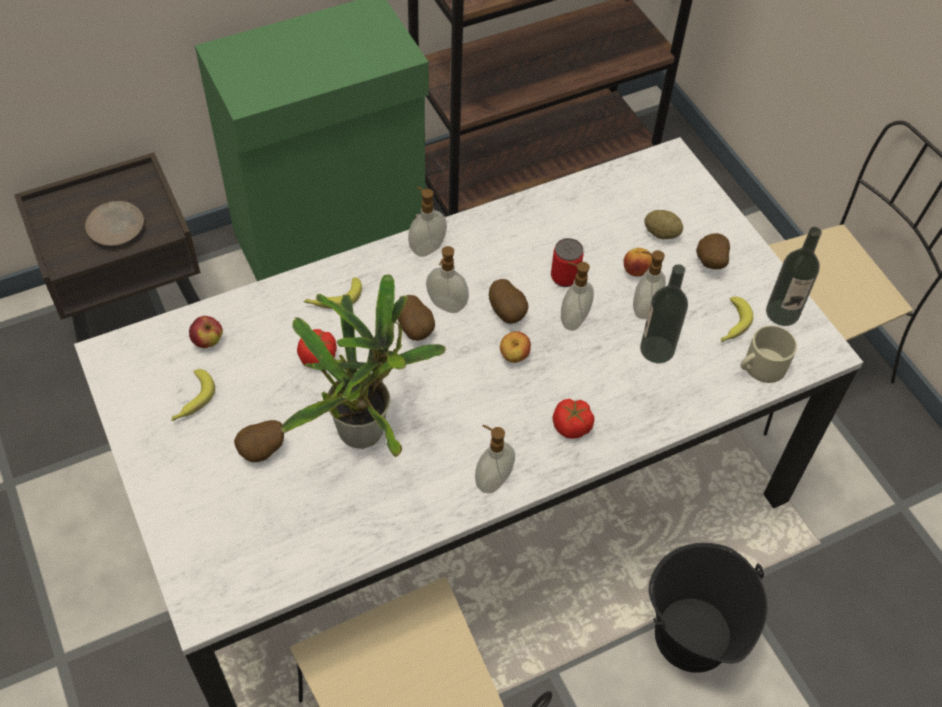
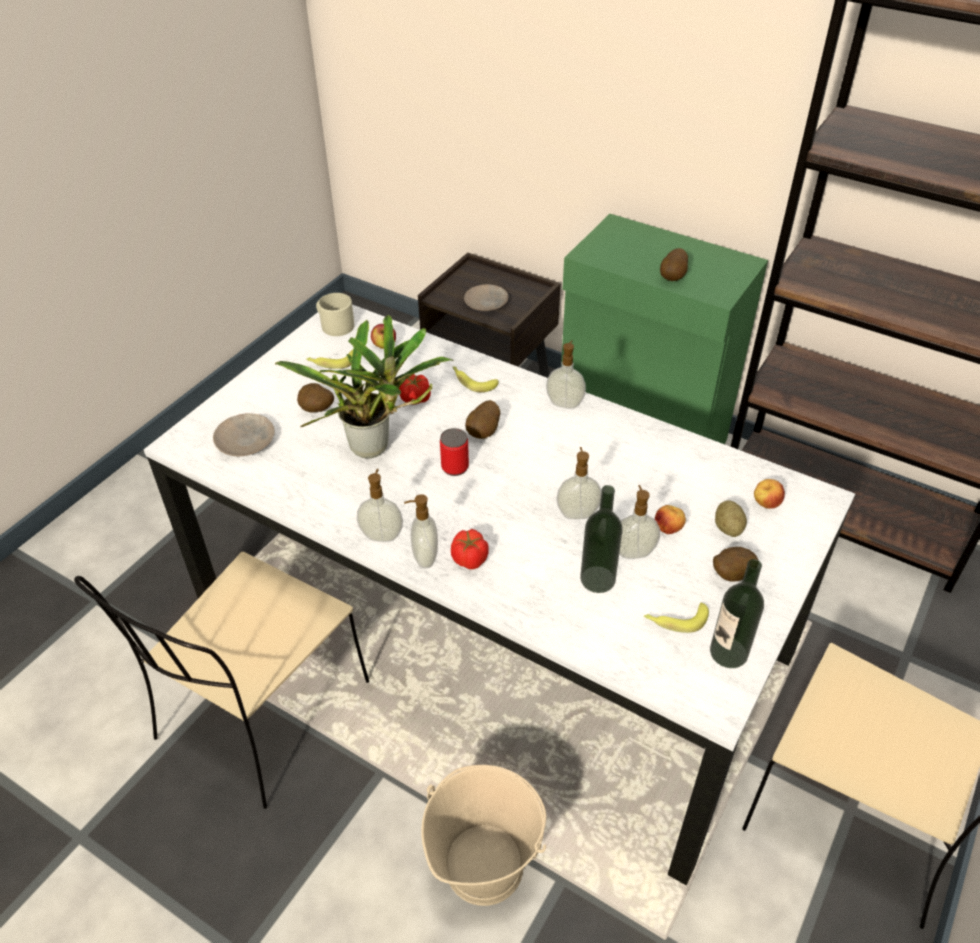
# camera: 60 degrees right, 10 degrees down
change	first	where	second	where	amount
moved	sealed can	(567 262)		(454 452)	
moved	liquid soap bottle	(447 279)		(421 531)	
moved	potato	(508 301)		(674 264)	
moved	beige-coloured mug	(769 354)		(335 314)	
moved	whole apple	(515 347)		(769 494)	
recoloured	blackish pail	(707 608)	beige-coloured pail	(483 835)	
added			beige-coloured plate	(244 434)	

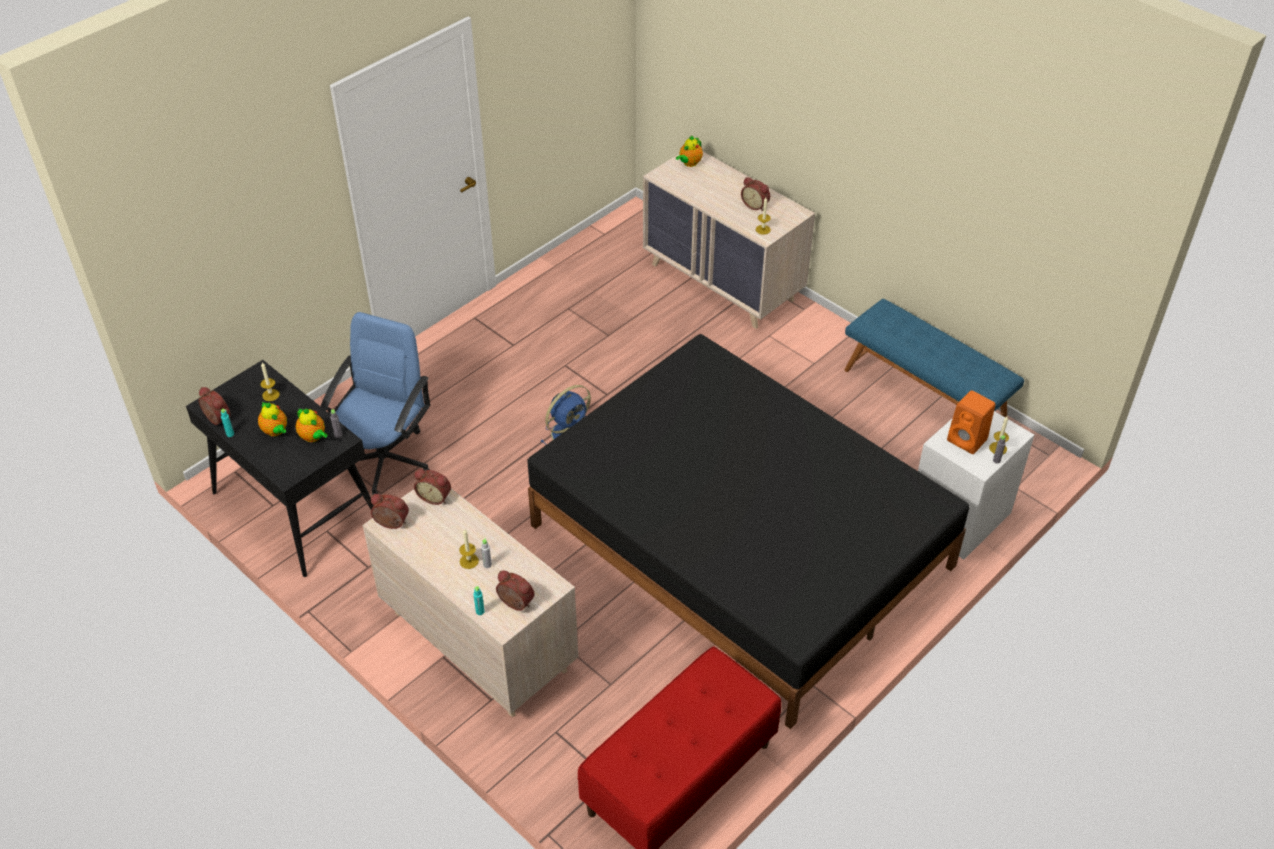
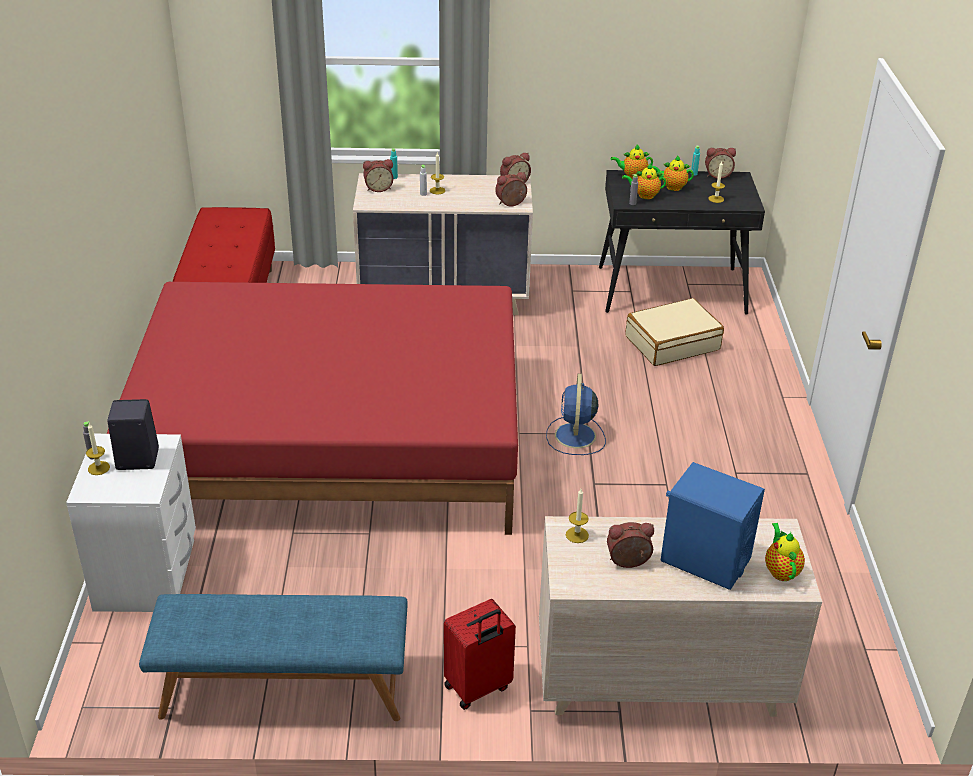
# camera: 135 degrees right, 10 degrees down
change	first	where	second	where	amount
replaced	bluish office chair	(375 403)	beige-coloured piece of luggage	(675 332)	
recoloured	blackish bedroom bed	(748 531)	red bedroom bed	(312 408)	
recoloured	orange loudspeaker	(971 422)	blackish loudspeaker	(133 434)	
added			tea pot	(632 162)	
added			bluish loudspeaker	(713 526)	
added			red piece of luggage	(480 654)	

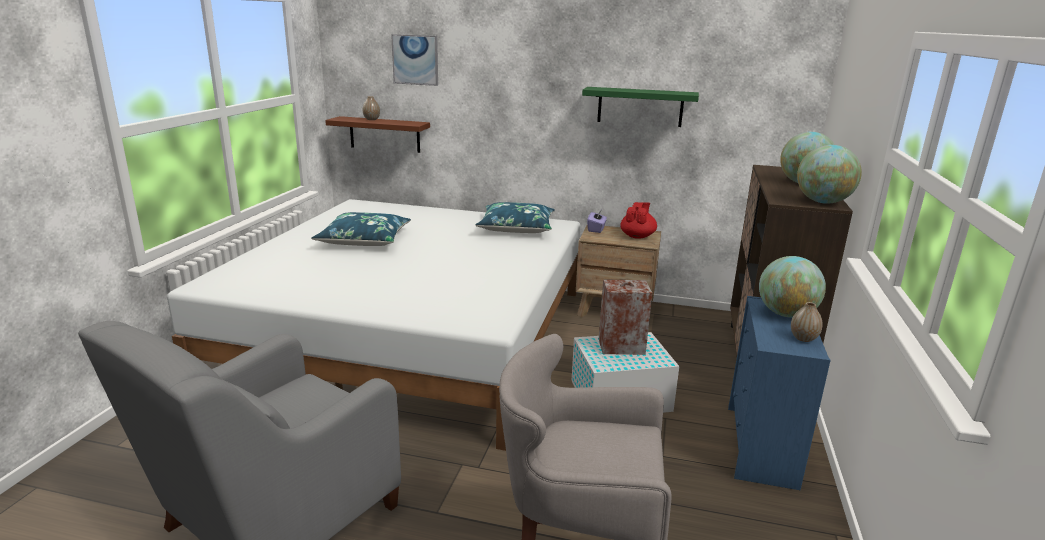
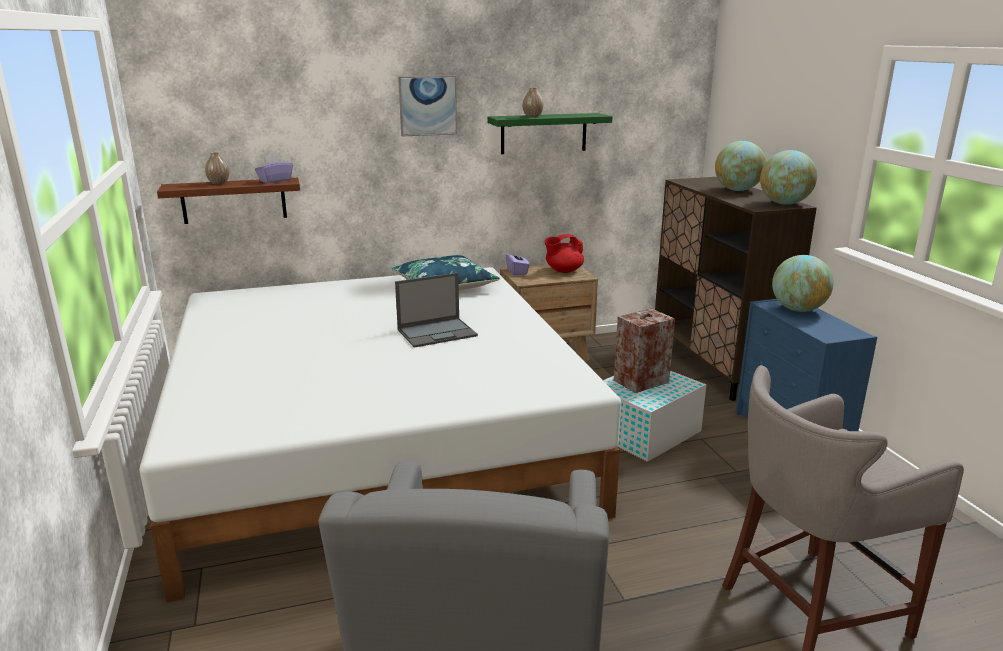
# camera: 30 degrees left, 0 degrees up
change	first	where	second	where	amount
moved	wall picture	(414 60)		(427 106)	
turned	red tea pot	(638 220)		(564 253)	105 degrees counterclockwise
removed	bluish cushion	(361 229)			
moved	flower vase	(807 322)		(532 102)	
added			purple tissue box	(274 168)	
added			portable computer	(436 310)	

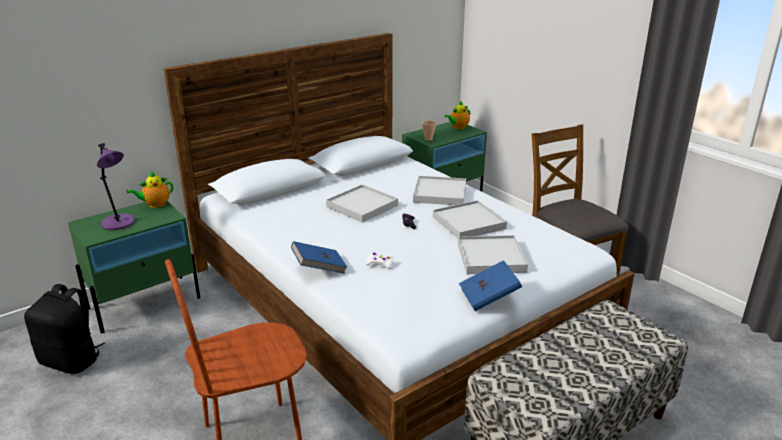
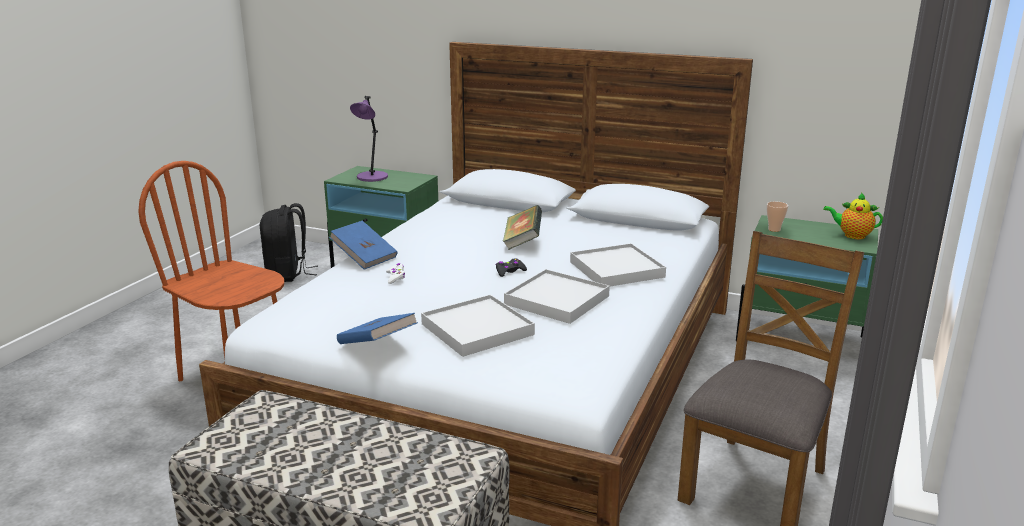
# camera: 60 degrees right, 5 degrees down
change	first	where	second	where	amount
removed	tea pot	(149 189)			
replaced	whitish tray	(362 203)	bound book	(522 227)	

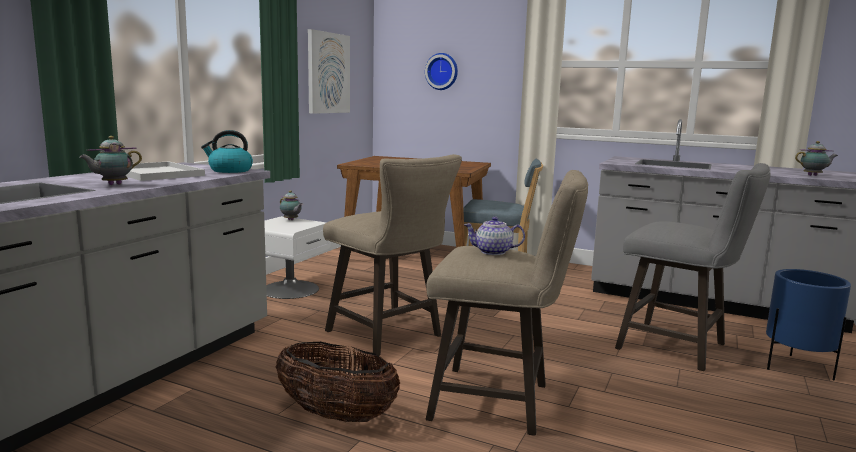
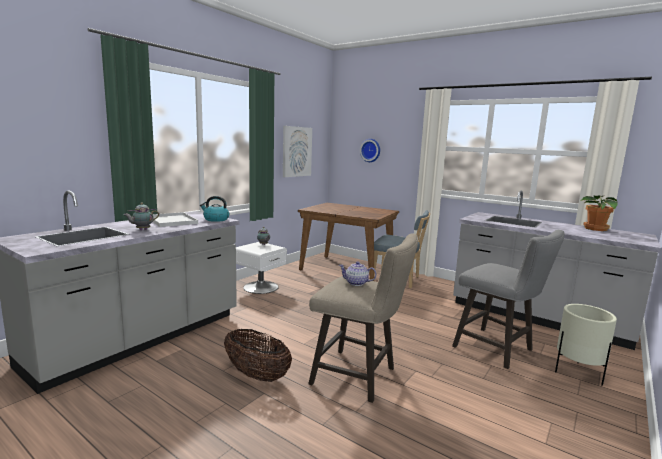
# camera: 10 degrees right, 0 degrees up
change	first	where	second	where	amount
removed	tea pot	(816 158)			
removed	beige-coloured stool	(392 255)			
recoloured	bluish flower pot	(808 324)	beige-coloured flower pot	(586 345)	
added			potted plant	(599 213)	

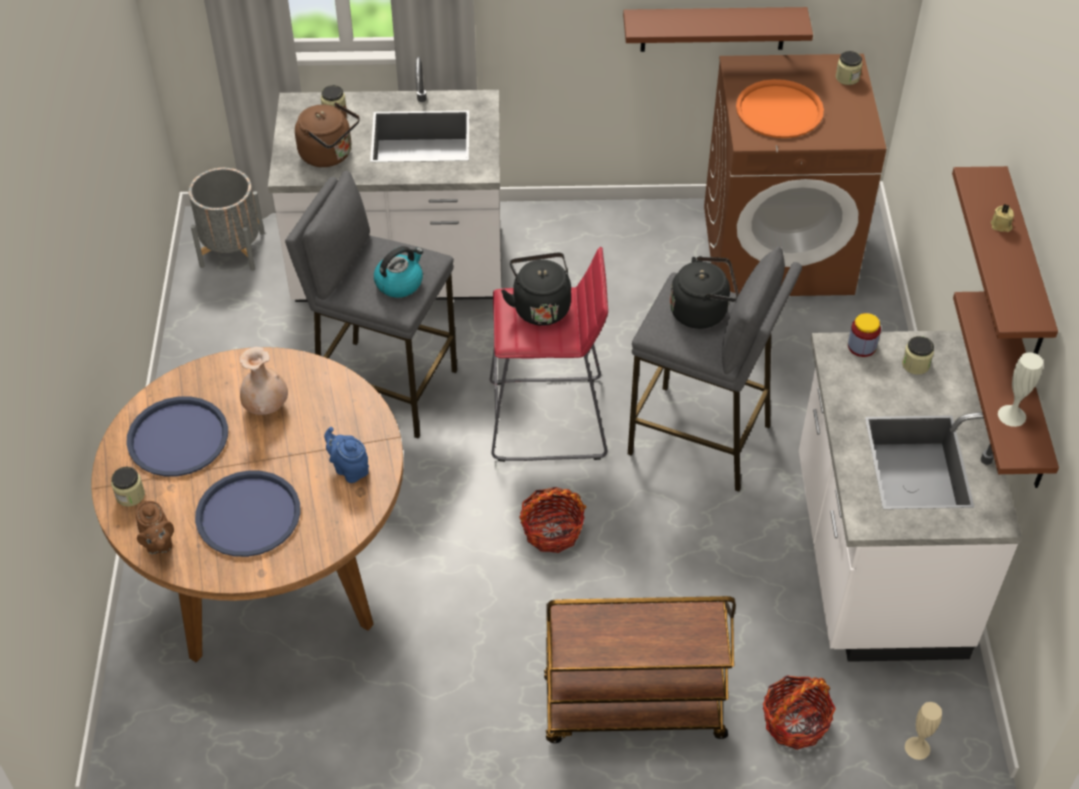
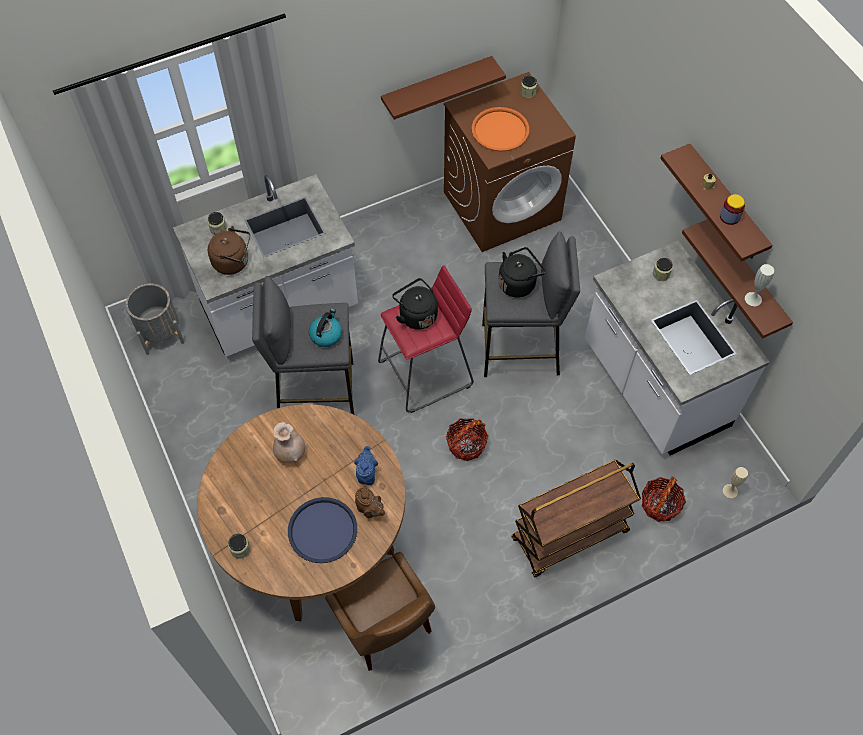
# camera: 25 degrees left, 10 degrees up
change	first	where	second	where	amount
moved	jar	(864 335)		(732 209)	
removed	bluish tray	(177 436)			
turned	bluish tea pot	(346 455)		(366 465)	75 degrees clockwise
moved	brownish tea pot	(155 527)		(370 502)	
added			brownish plain chair	(380 611)	

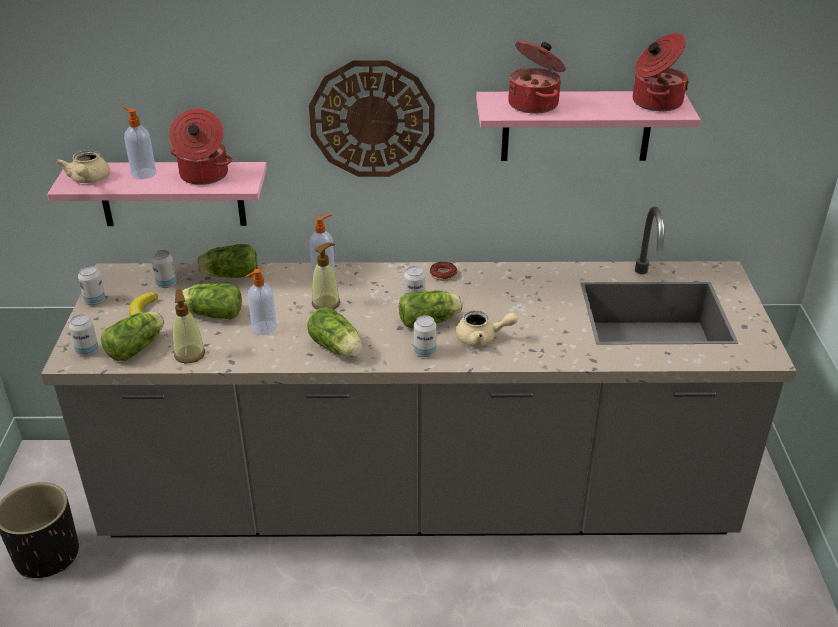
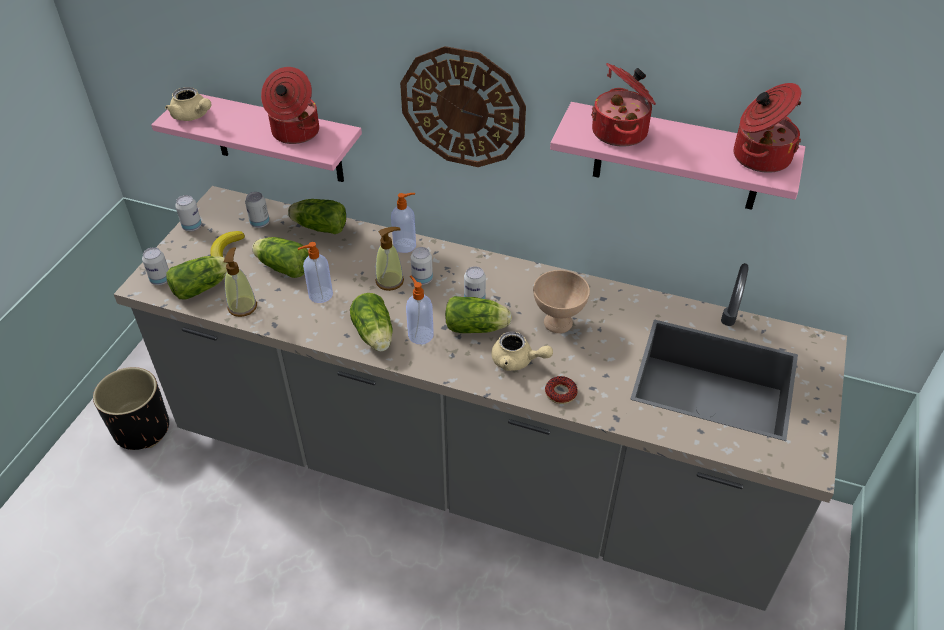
# camera: 20 degrees right, 10 degrees up
change	first	where	second	where	amount
moved	liquid soap bottle	(139 143)		(420 310)	
turned	beige-coloured tea pot	(83 166)		(188 104)	60 degrees counterclockwise
moved	doughnut	(443 271)		(561 390)	
moved	sealed can	(425 336)		(422 266)	
added			beige-coloured bowl	(561 301)	

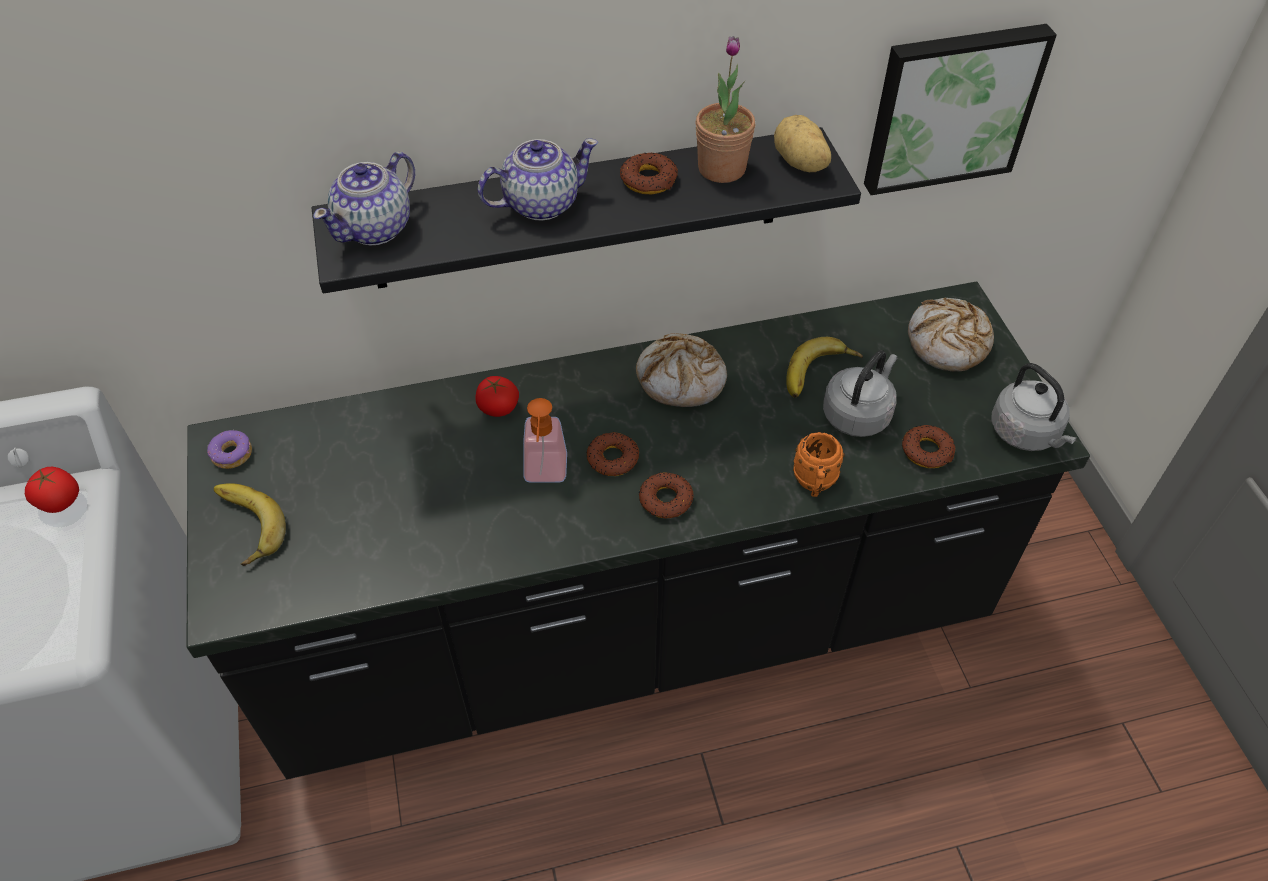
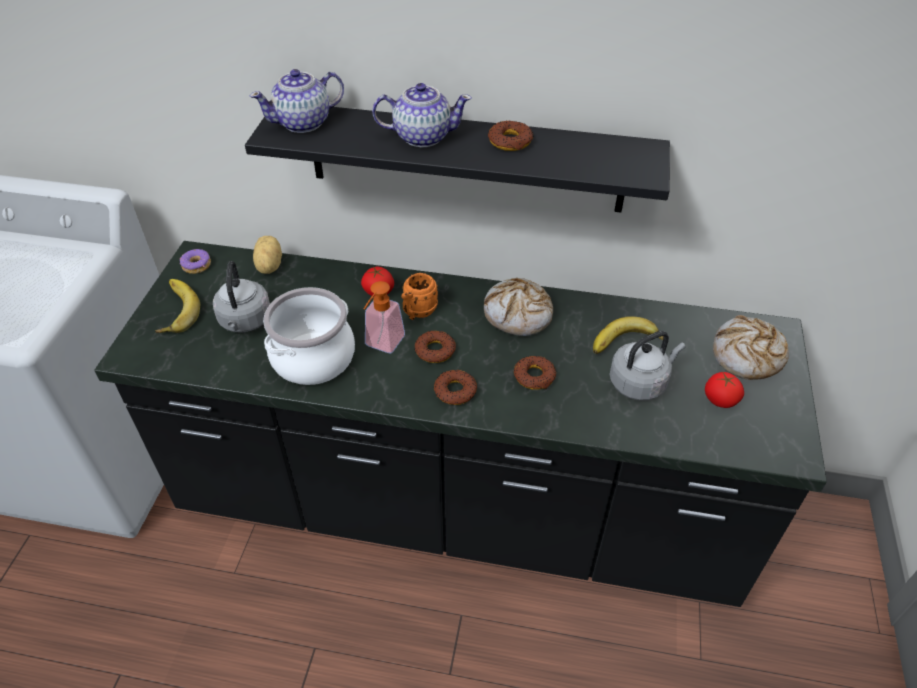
# camera: 25 degrees right, 5 degrees down
change	first	where	second	where	amount
removed	wall picture	(960 109)			
removed	potted plant	(725 109)			
moved	potato	(802 143)		(267 255)	
moved	greyish tea kettle	(1034 407)		(241 296)	
moved	doughnut	(928 446)		(535 373)	
moved	orange mug	(819 464)		(419 296)	
moved	fresh tomato	(52 490)		(724 390)	
added			cooking pot	(309 336)	

